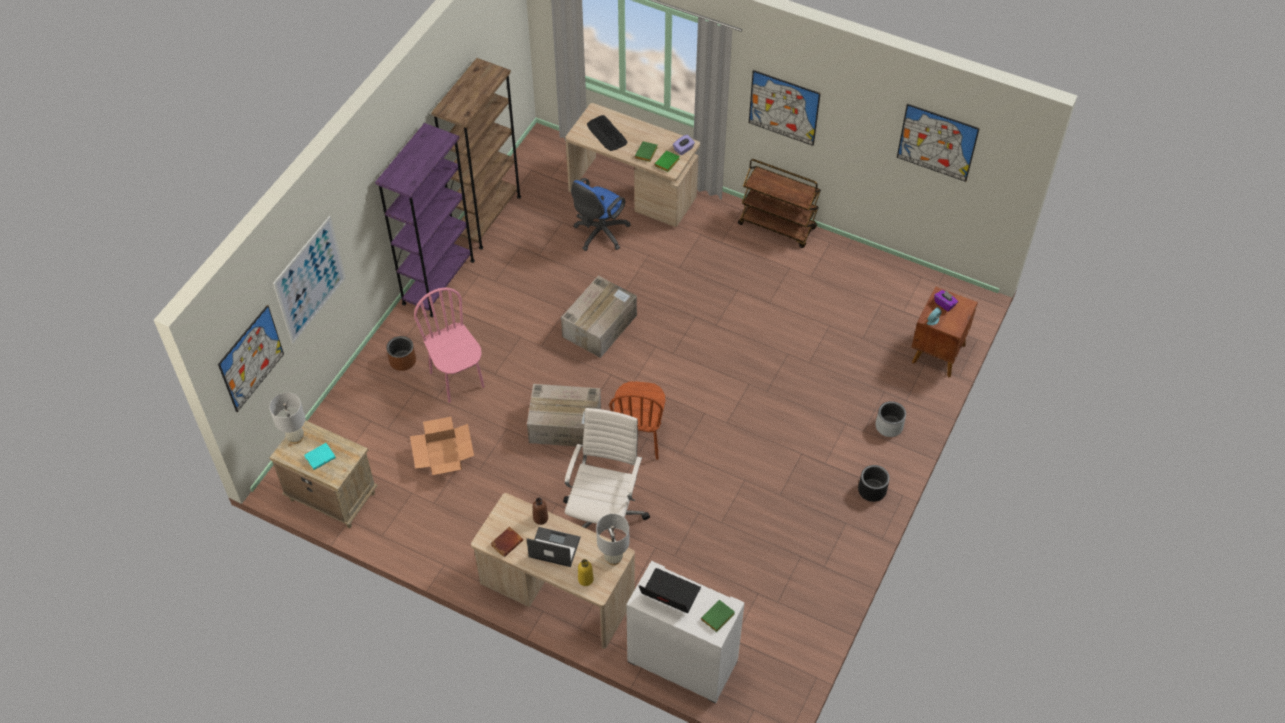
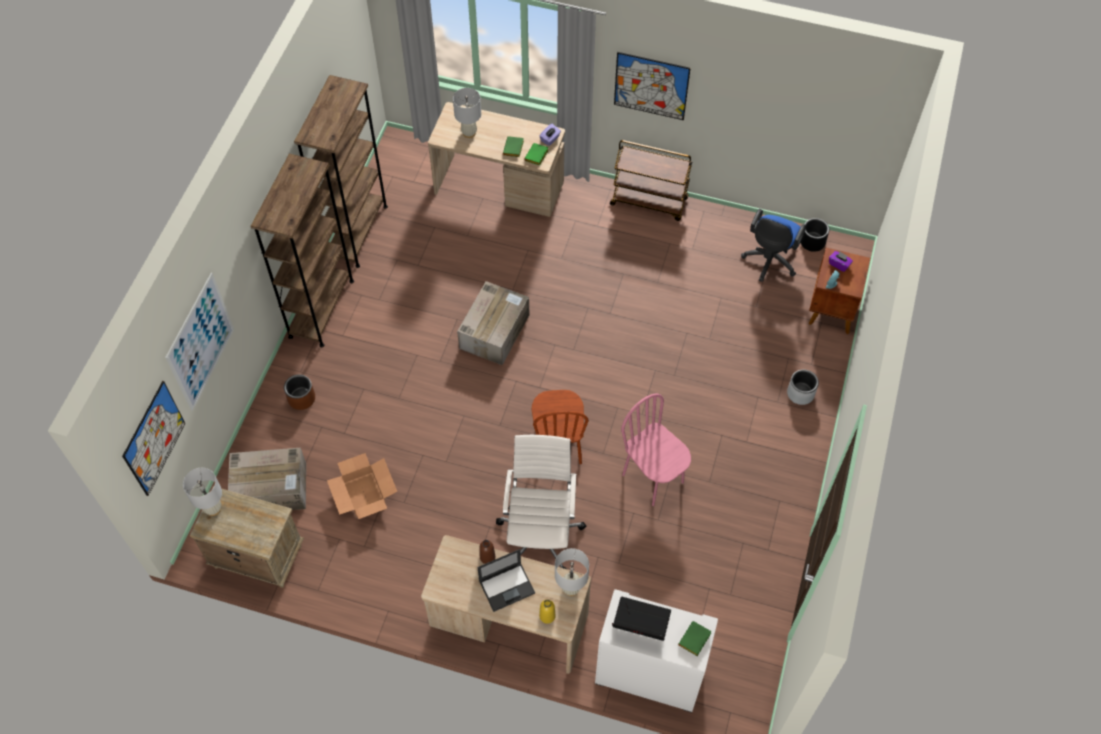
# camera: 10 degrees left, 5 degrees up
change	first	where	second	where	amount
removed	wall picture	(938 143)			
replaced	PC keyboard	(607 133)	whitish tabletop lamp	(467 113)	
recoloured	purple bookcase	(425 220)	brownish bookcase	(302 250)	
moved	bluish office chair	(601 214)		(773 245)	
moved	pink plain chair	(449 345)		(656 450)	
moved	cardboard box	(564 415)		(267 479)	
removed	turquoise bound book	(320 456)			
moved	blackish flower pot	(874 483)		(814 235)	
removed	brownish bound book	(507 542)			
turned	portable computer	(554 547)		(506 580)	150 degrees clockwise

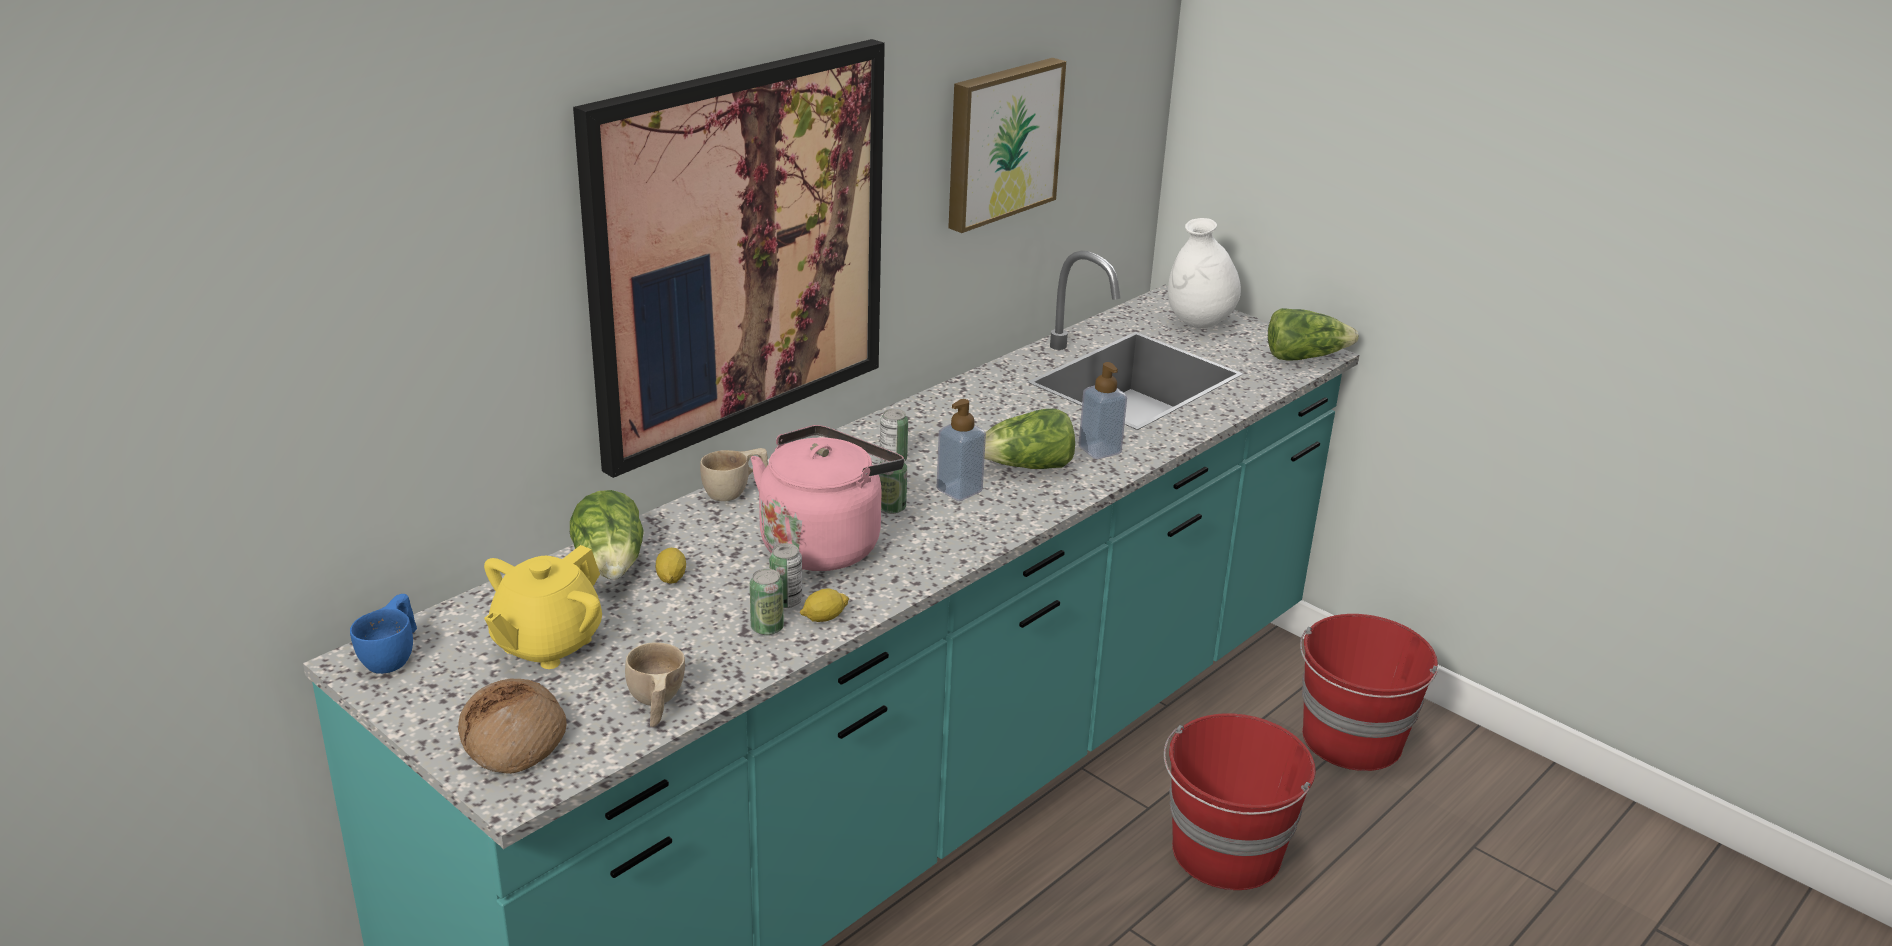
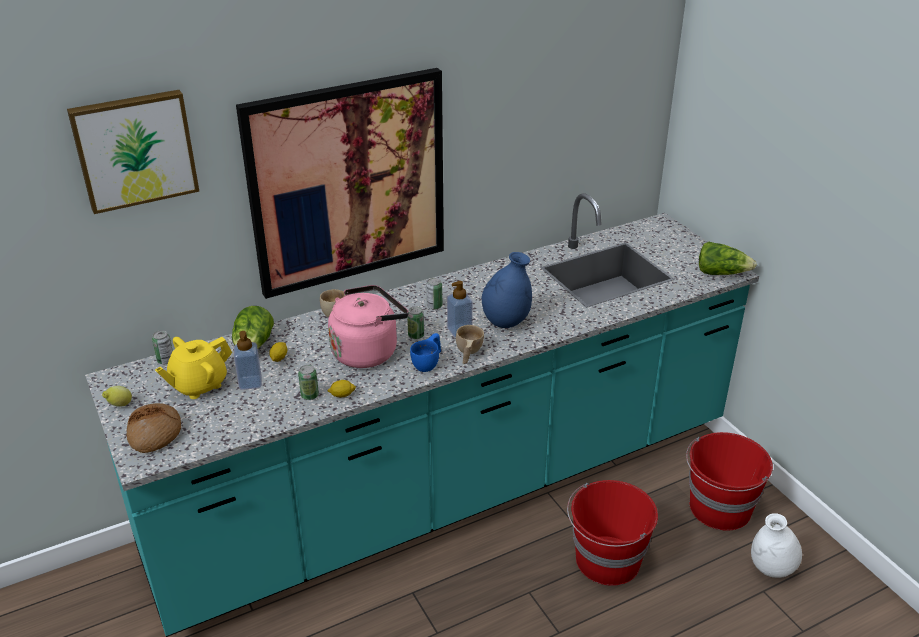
# camera: 20 degrees right, 5 degrees up
change	first	where	second	where	amount
moved	wall picture	(1007 145)		(133 152)	
moved	whitish flower vase	(1204 273)		(776 545)	
moved	liquid soap bottle	(1102 410)		(248 360)	
replaced	lettuce head	(1030 439)	bluish flower vase	(507 290)	
moved	sealed can	(785 575)		(162 347)	
moved	bluish cup	(383 634)		(425 352)	
moved	beige-coloured cup	(655 684)		(470 344)	
added			lemon	(117 396)	

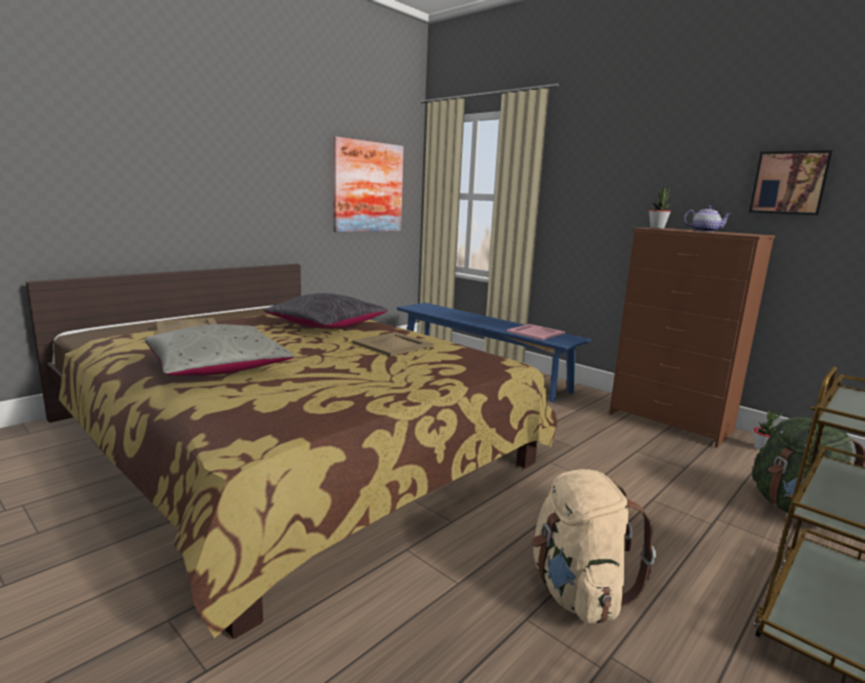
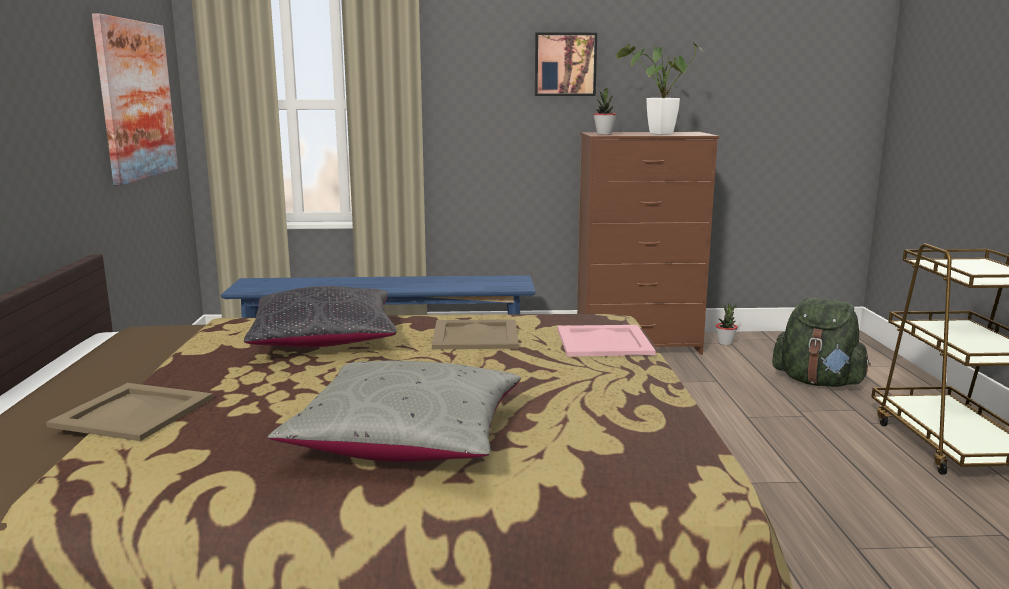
# camera: 45 degrees left, 0 degrees up
change	first	where	second	where	amount
moved	wall picture	(791 182)		(566 64)	
replaced	tea pot	(707 219)	potted plant	(660 89)	
moved	pink tray	(536 332)		(606 340)	
removed	beige-coloured backpack	(593 546)			

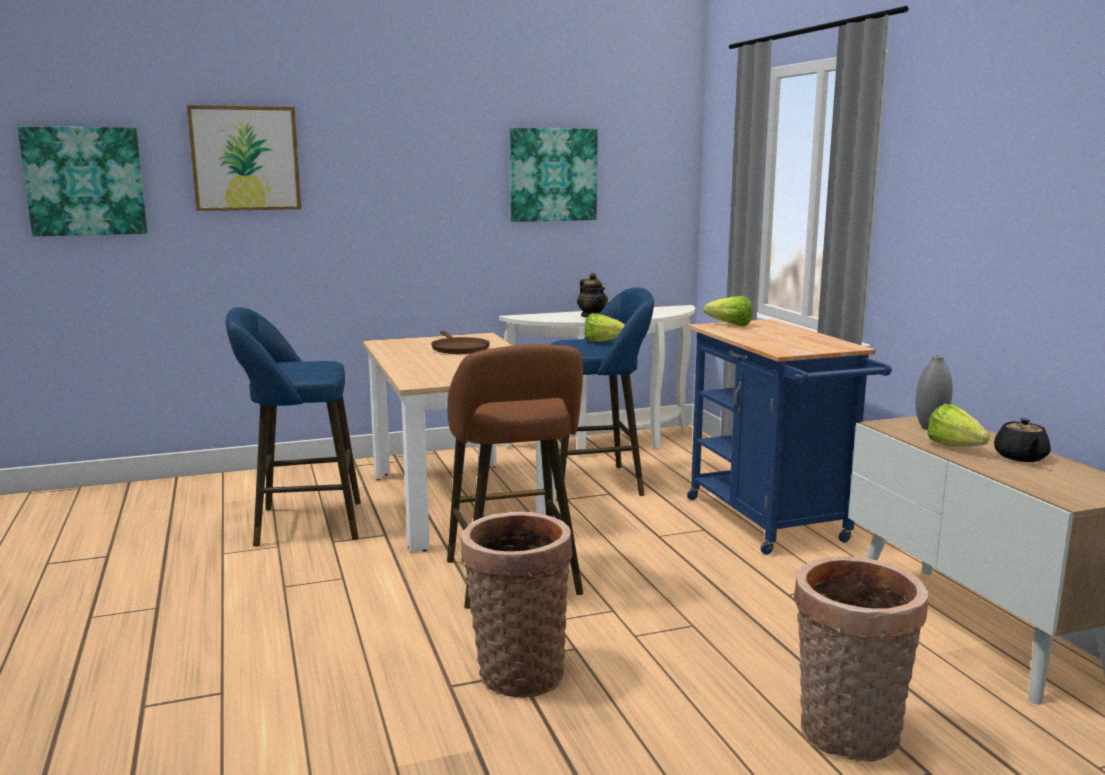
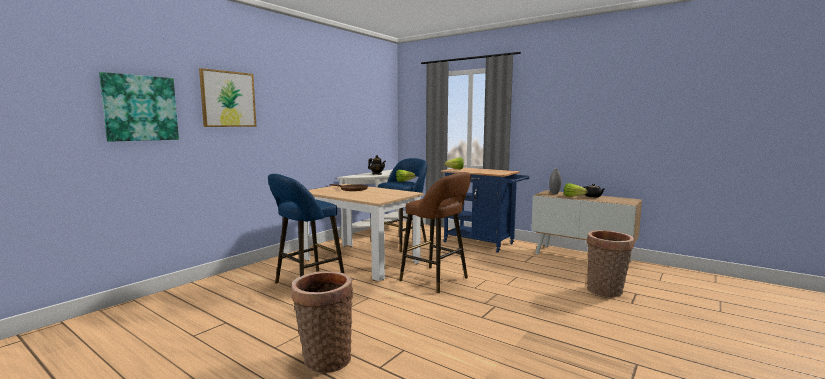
# camera: 35 degrees left, 5 degrees down
change	first	where	second	where	amount
removed	wall picture	(554 175)			
moved	basket	(516 605)		(322 322)	

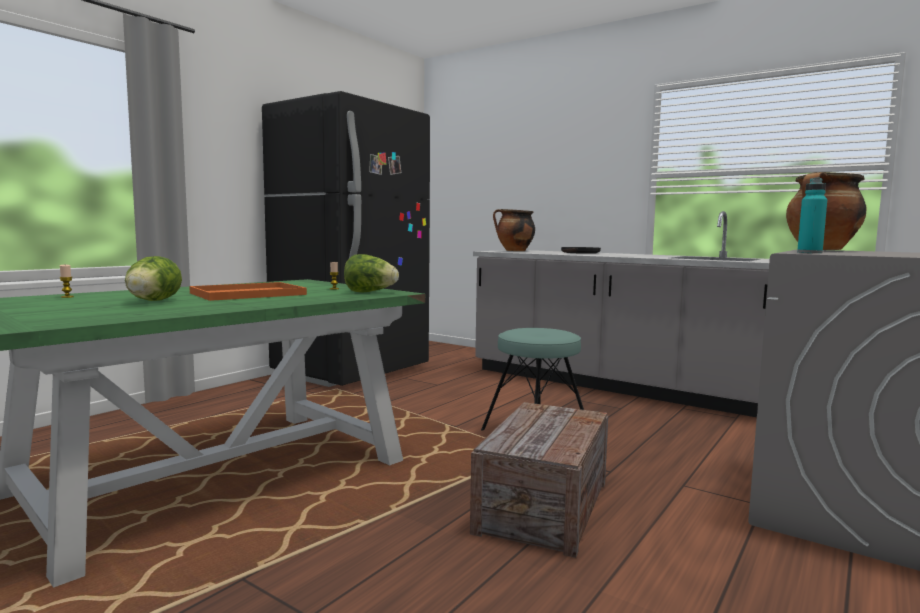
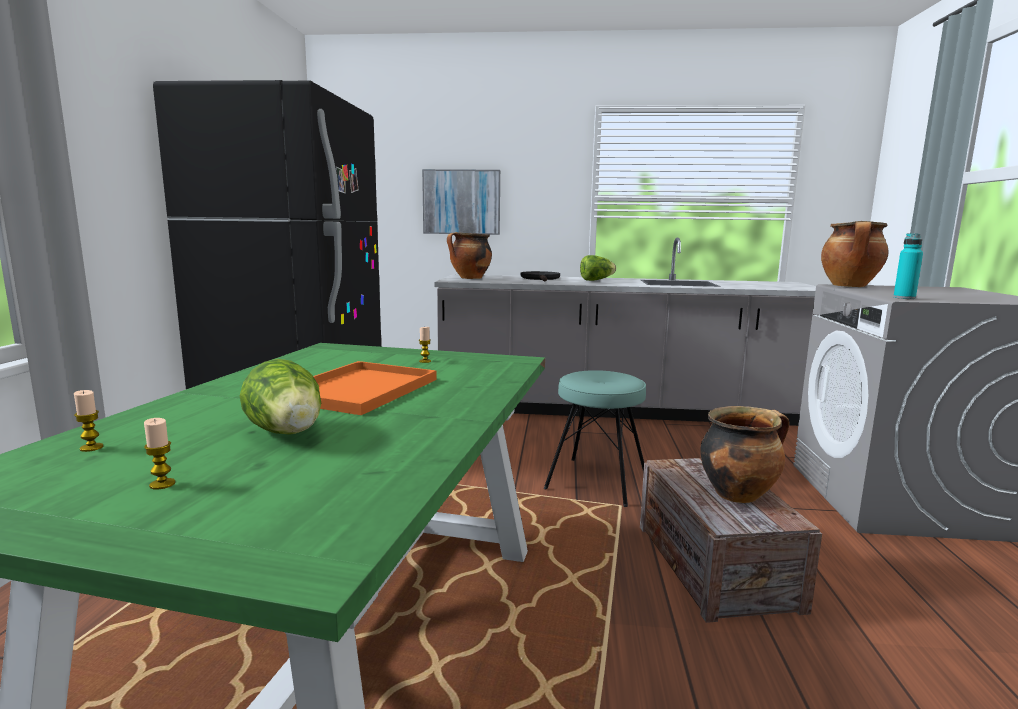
# camera: 30 degrees left, 5 degrees up
change	first	where	second	where	amount
moved	lettuce head	(371 273)		(598 268)	
added			wall picture	(461 202)	
added			cooking pot	(744 454)	
added			candle	(160 453)	

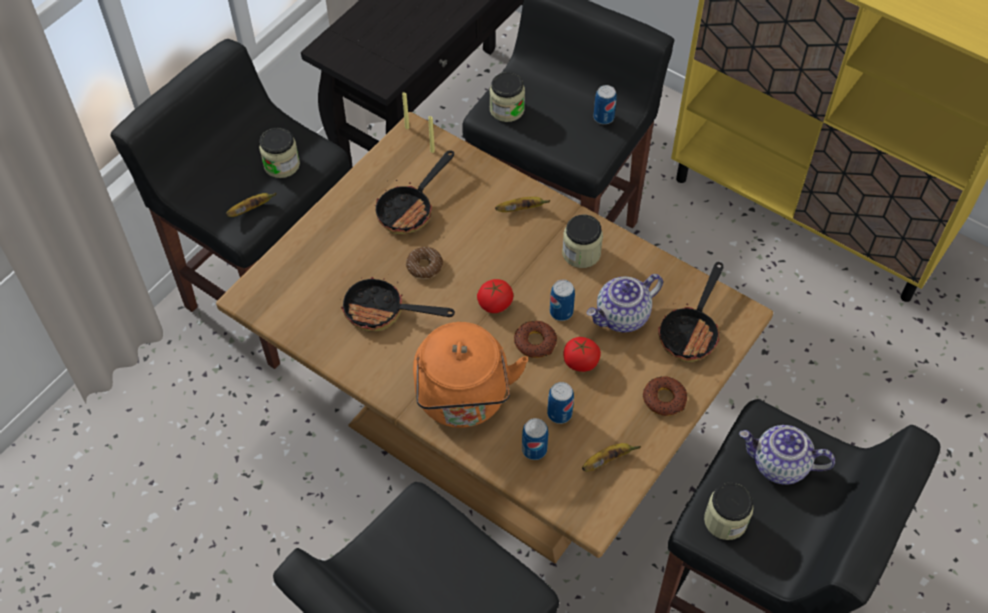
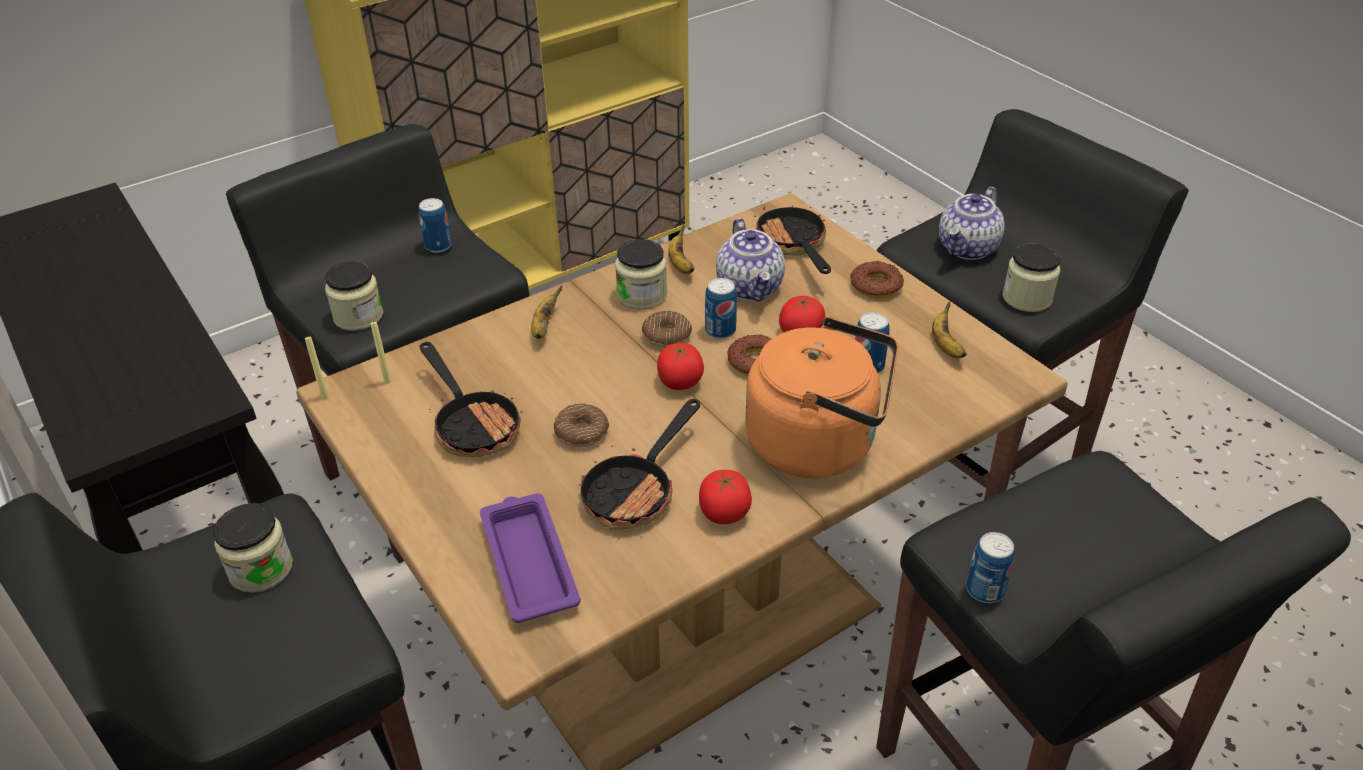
# camera: 70 degrees left, 15 degrees down
change	first	where	second	where	amount
moved	whole banana	(251 205)		(681 249)	
turned	frying pan	(691 312)		(792 239)	150 degrees counterclockwise
moved	sealed can	(535 439)		(990 567)	
added			doughnut	(667 329)	
added			fresh tomato	(725 497)	
added			purple tray	(530 558)	

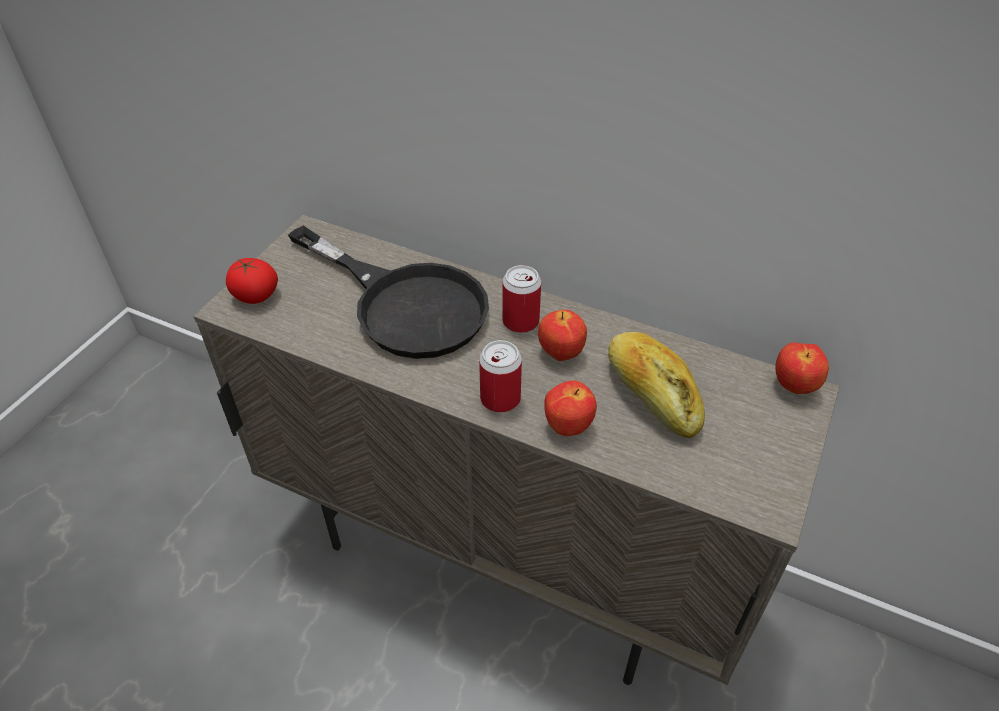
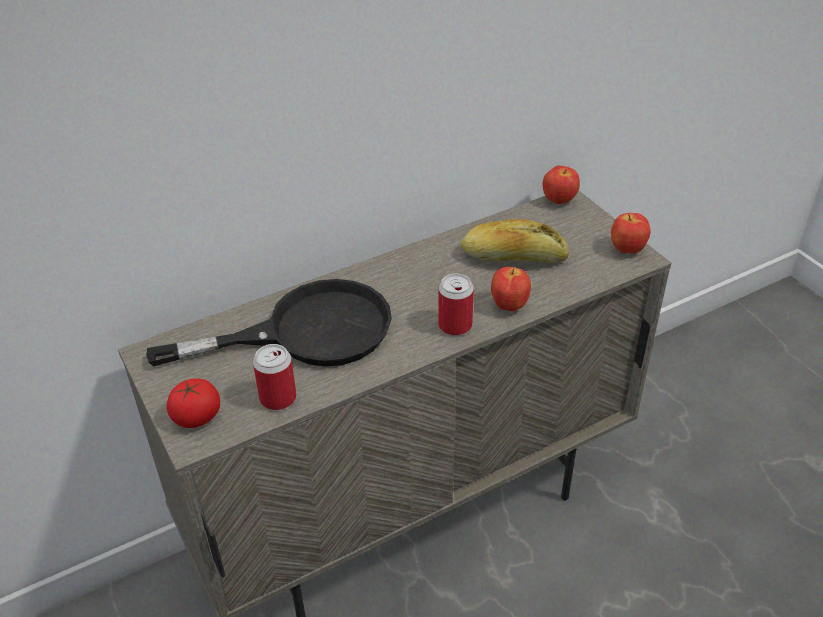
# camera: 55 degrees left, 5 degrees down
change	first	where	second	where	amount
moved	sealed can	(521 299)		(274 377)	
moved	whole apple	(562 335)		(630 233)	

